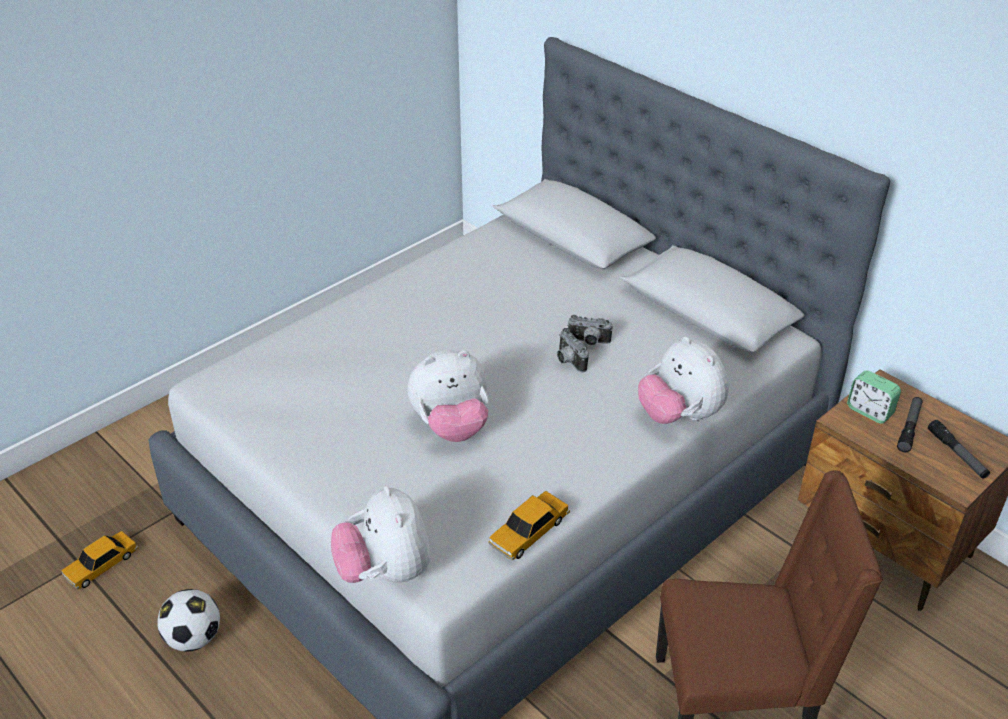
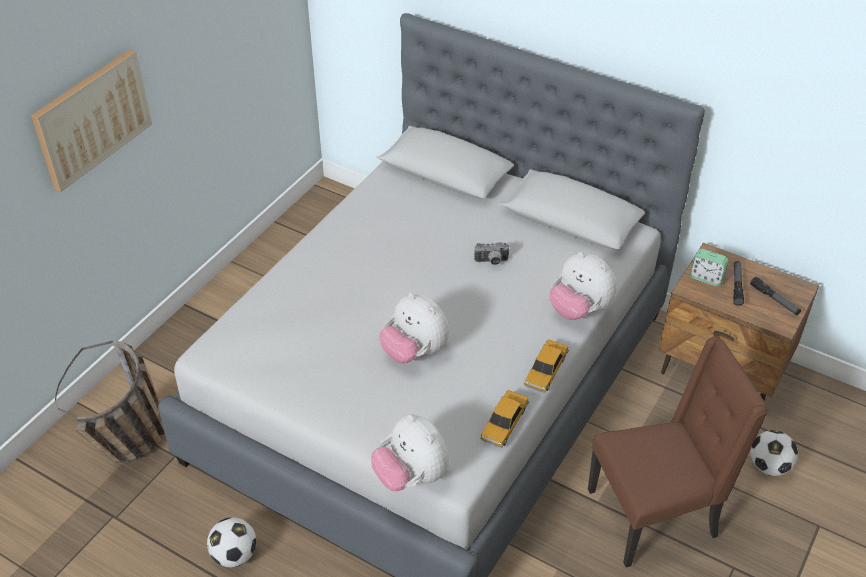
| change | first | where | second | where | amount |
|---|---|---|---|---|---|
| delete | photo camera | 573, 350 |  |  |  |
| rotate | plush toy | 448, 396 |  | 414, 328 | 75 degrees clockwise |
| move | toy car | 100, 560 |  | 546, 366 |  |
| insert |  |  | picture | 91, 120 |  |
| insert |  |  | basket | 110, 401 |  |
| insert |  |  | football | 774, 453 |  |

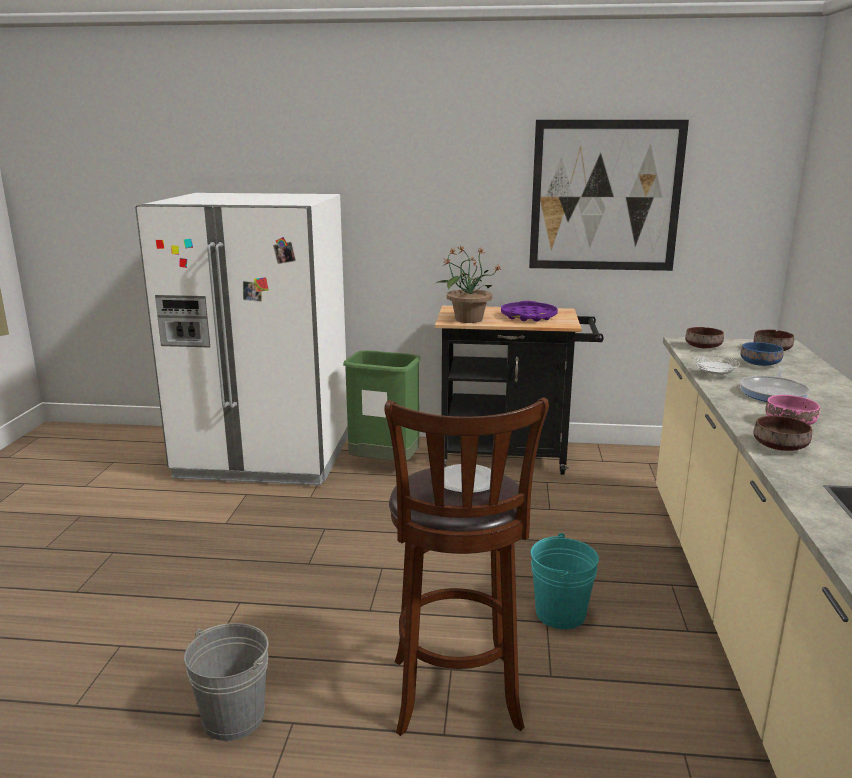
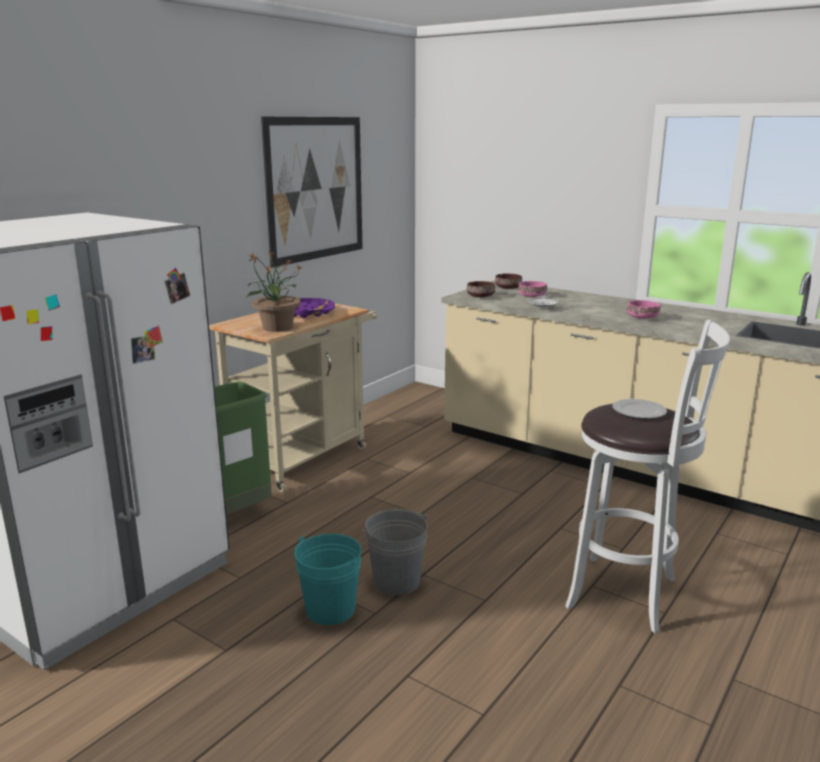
| change | first | where | second | where | amount |
|---|---|---|---|---|---|
| recolor | black cart | 519, 390 | beige cart | 293, 398 |  |
| recolor | blue bowl | 762, 354 | pink bowl | 532, 289 |  |
| delete | frying pan | 775, 384 |  |  |  |
| recolor | brown stool | 466, 567 | white stool | 647, 477 |  |
| delete | brown bowl | 783, 433 |  |  |  |
| move | turquoise bucket | 565, 581 |  | 327, 579 |  |
| move | grey bucket | 226, 682 |  | 395, 552 |  |

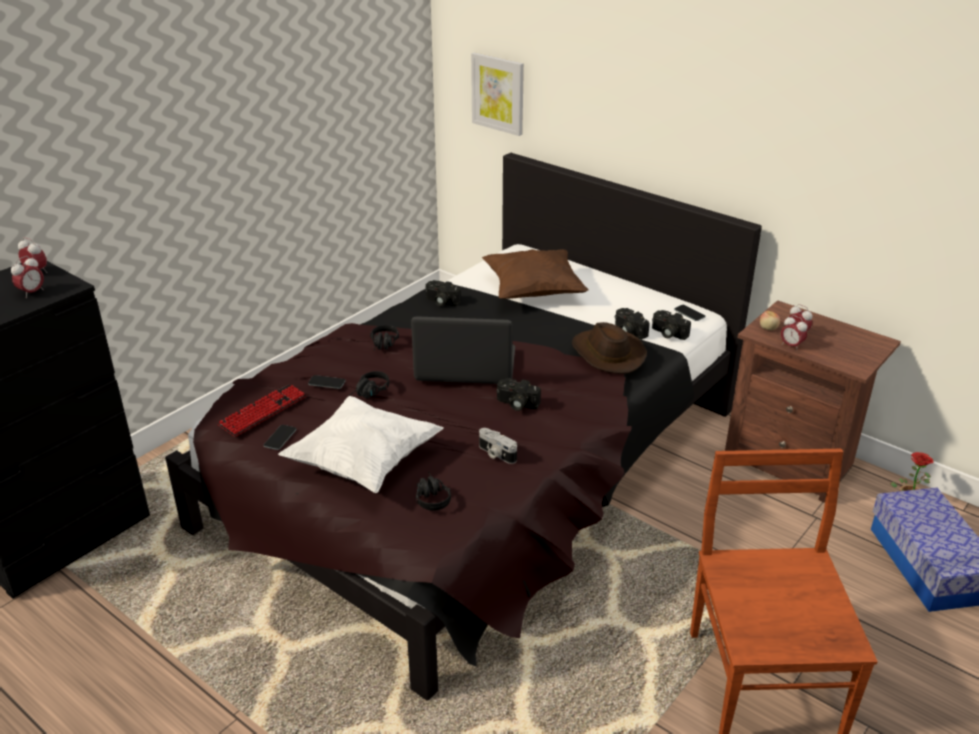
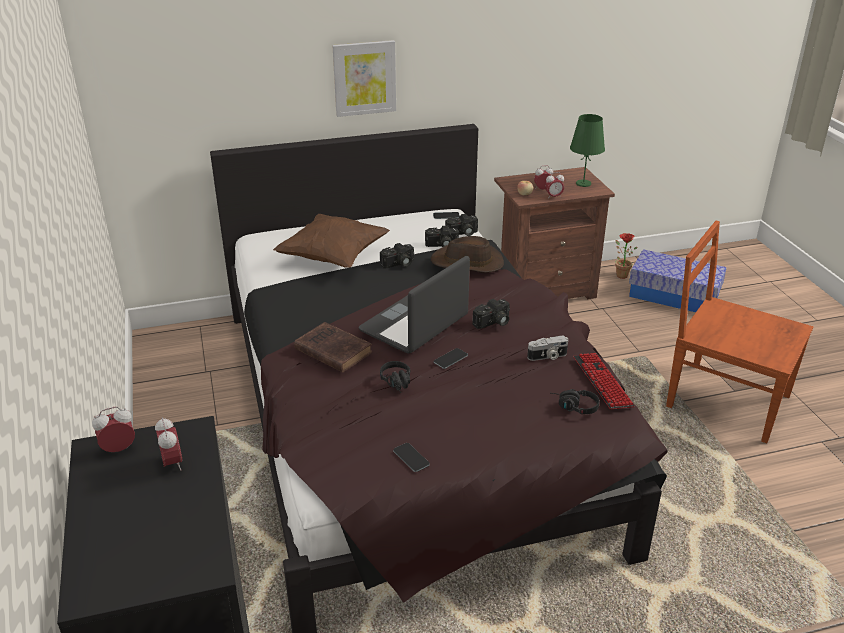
| change | first | where | second | where | amount |
|---|---|---|---|---|---|
| move | picture | 497, 94 |  | 364, 78 |  |
| move | photo camera | 443, 293 |  | 397, 255 |  |
| replace | black headphones | 384, 337 | brown book | 333, 347 |  |
| move | phone | 327, 382 |  | 451, 358 |  |
| move | keyboard | 262, 410 |  | 604, 381 |  |
| delete | white pillow | 361, 444 |  |  |  |
| insert |  |  | green table lamp | 587, 150 |  |

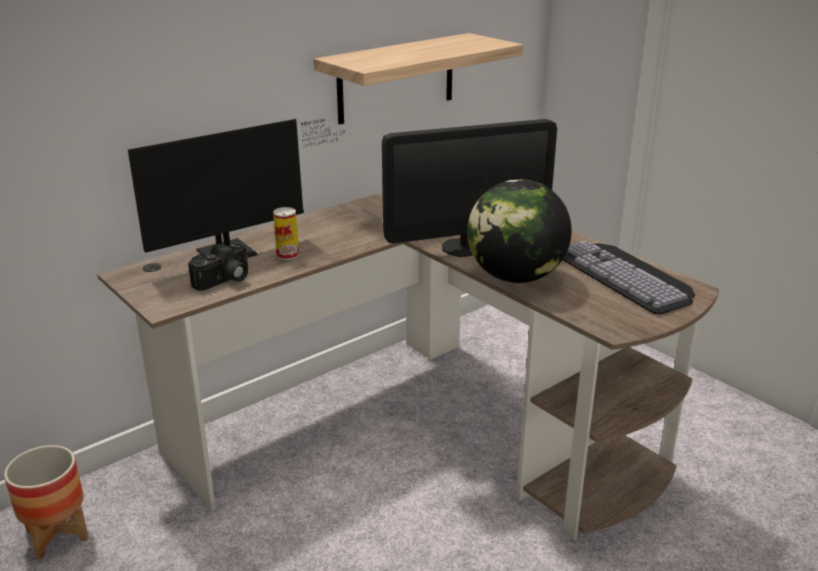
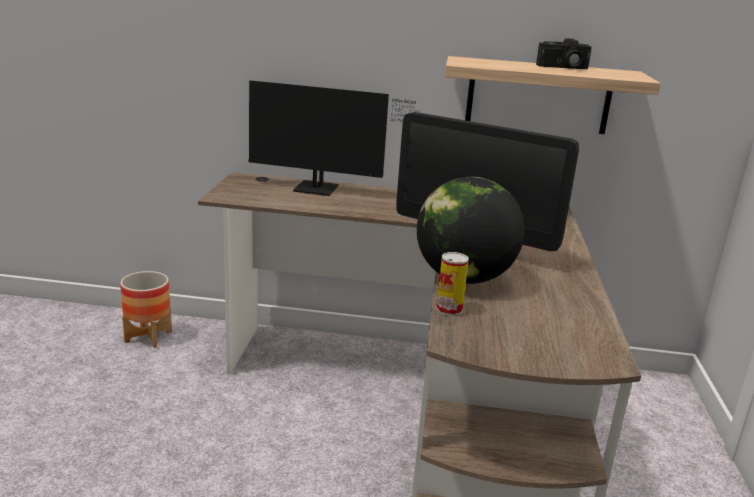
| change | first | where | second | where | amount |
|---|---|---|---|---|---|
| move | can | 286, 233 |  | 452, 284 |  |
| delete | keyboard | 629, 277 |  |  |  |
| move | photo camera | 218, 267 |  | 564, 53 |  |

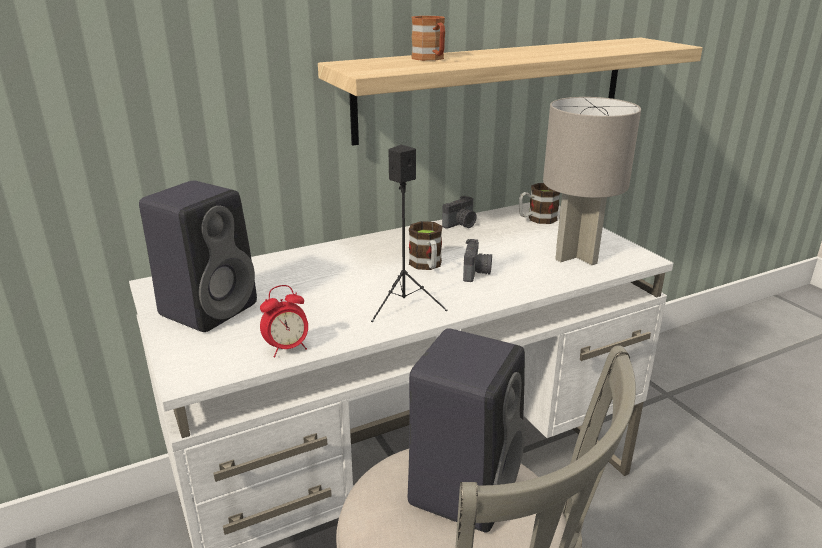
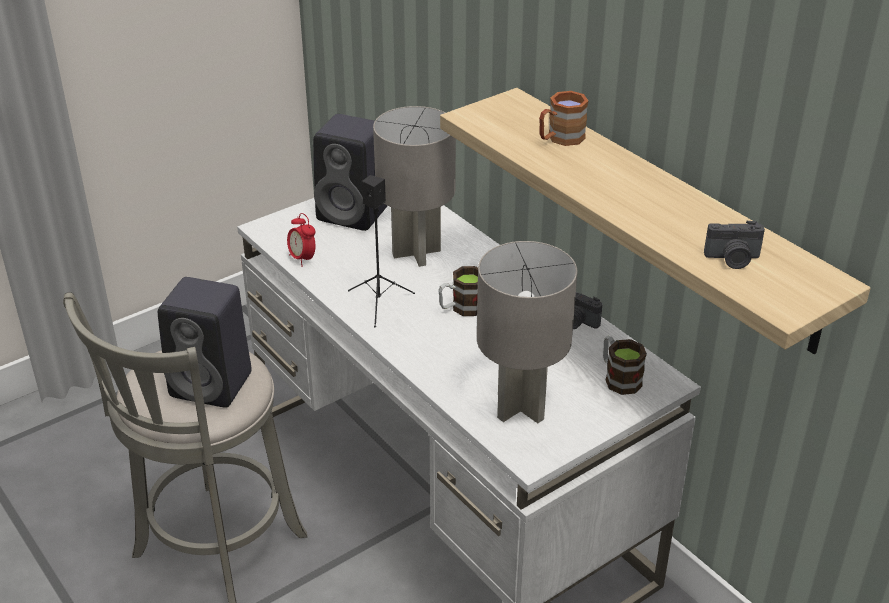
| change | first | where | second | where | amount |
|---|---|---|---|---|---|
| move | photo camera | 477, 260 |  | 734, 245 |  |
| insert |  |  | grey table lamp | 414, 186 |  |

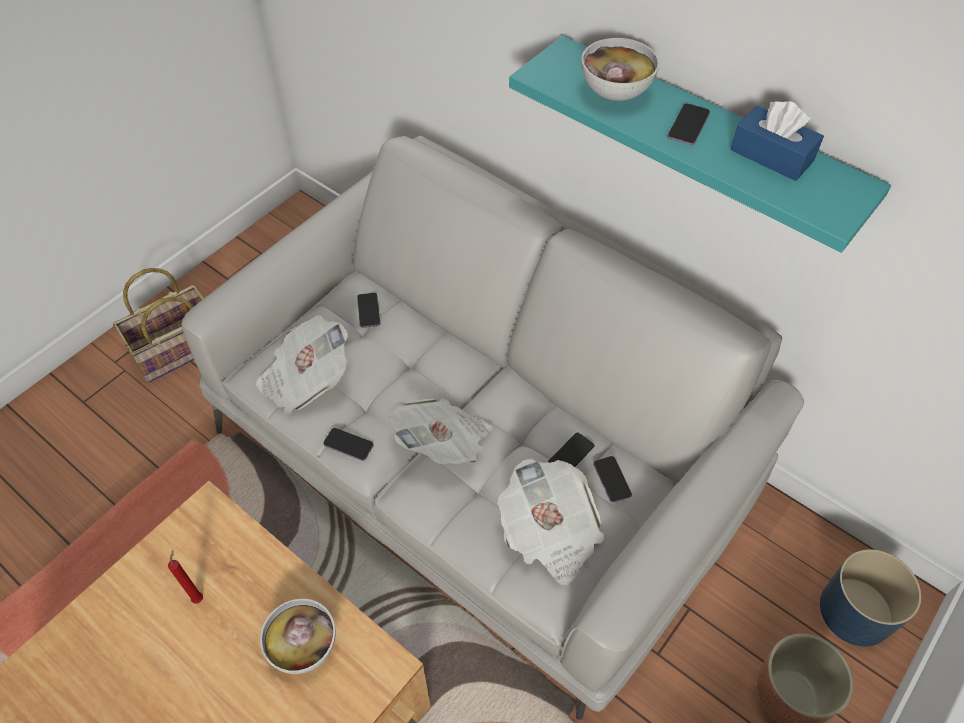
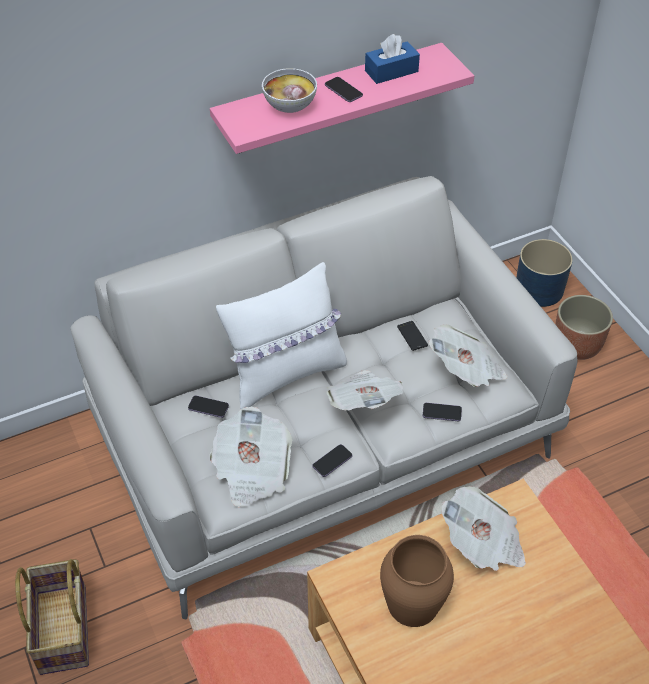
| change | first | where | second | where | amount |
|---|---|---|---|---|---|
| recolor | turquoise shelf | 700, 144 | pink shelf | 342, 98 |  |
| move | phone | 612, 479 |  | 442, 412 |  |
| replace | red candle | 185, 577 | brown vase | 417, 581 |  |
| replace | bowl | 297, 636 | newspaper | 484, 528 |  |
| insert |  |  | white pillow | 281, 336 |  |

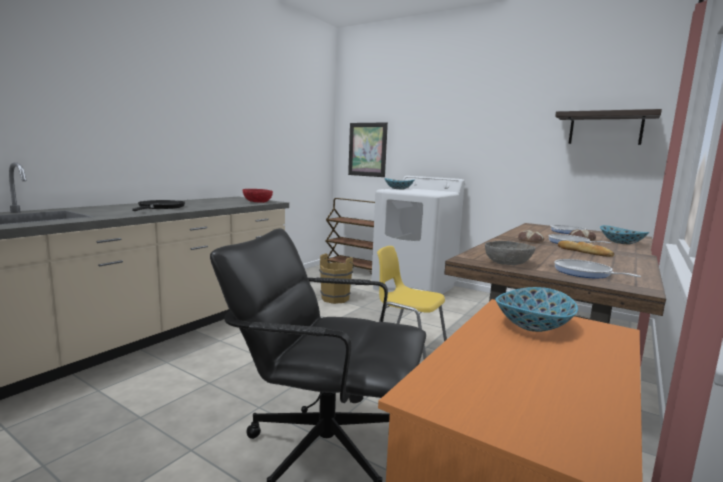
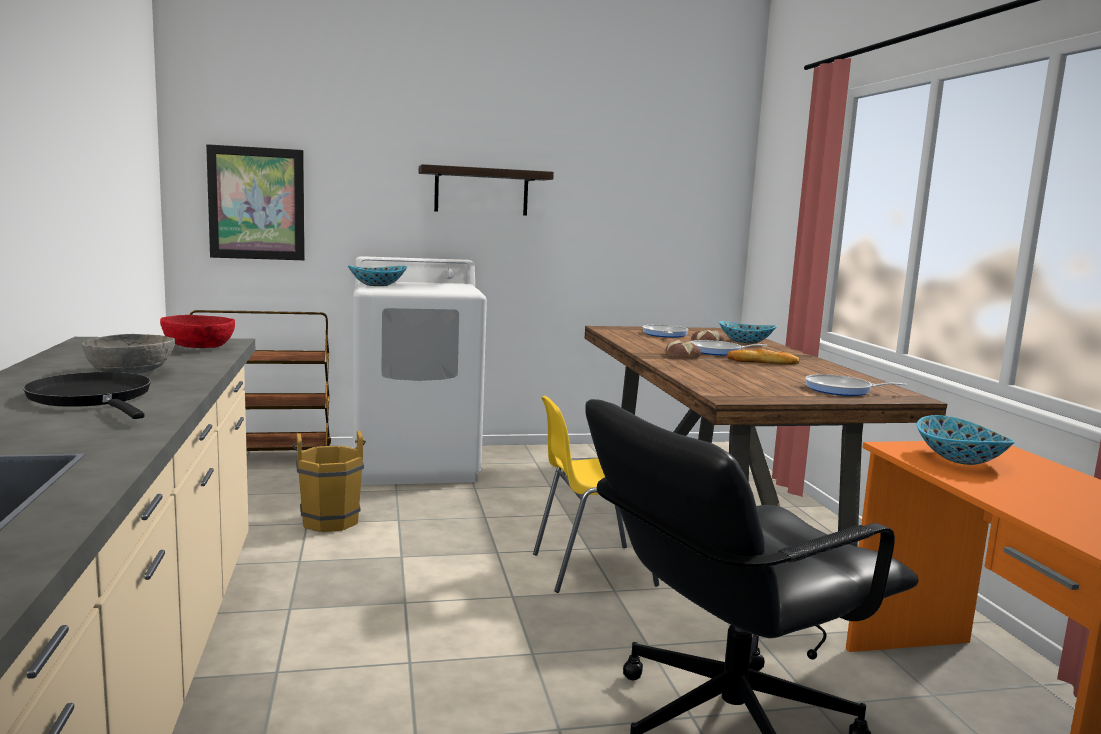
| change | first | where | second | where | amount |
|---|---|---|---|---|---|
| move | shelf | 608, 127 |  | 486, 190 |  |
| move | grey bowl | 510, 253 |  | 128, 354 |  |

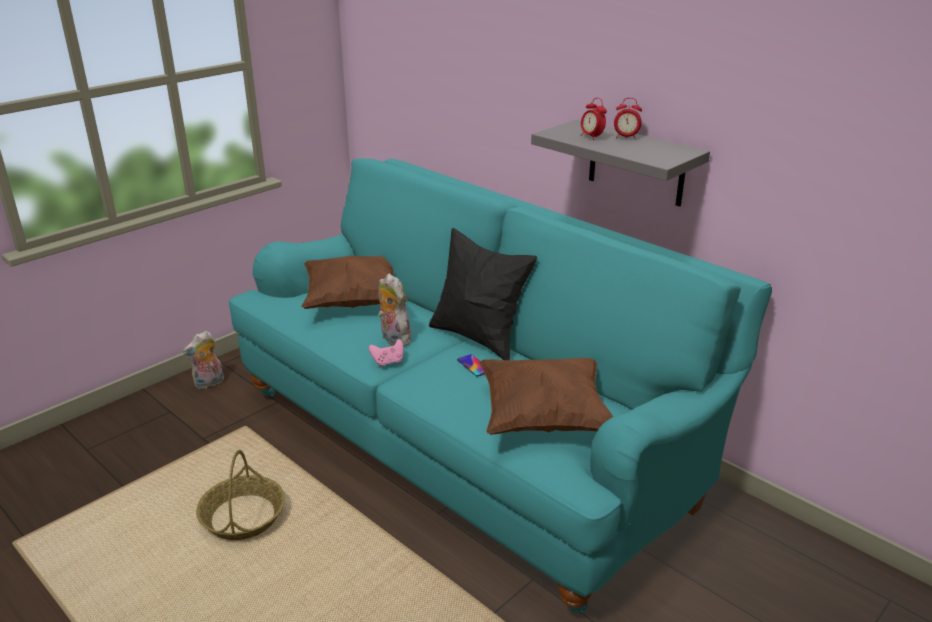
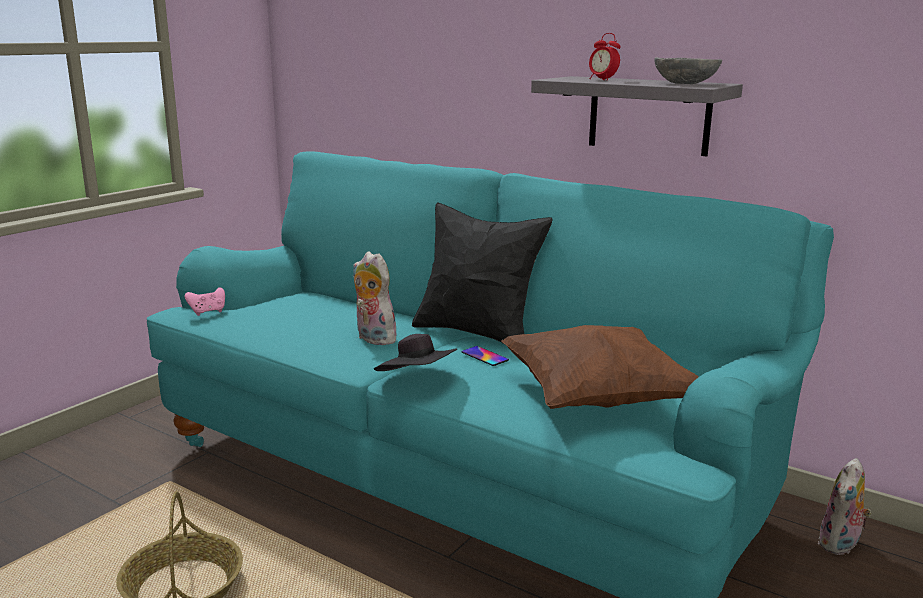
| change | first | where | second | where | amount |
|---|---|---|---|---|---|
| delete | alarm clock | 628, 119 |  |  |  |
| delete | brown pillow | 354, 282 |  |  |  |
| move | plush toy | 203, 360 |  | 845, 506 |  |
| move | pink game controller | 386, 353 |  | 205, 301 |  |
| insert |  |  | grey bowl | 688, 70 |  |
| insert |  |  | black hat | 415, 352 |  |

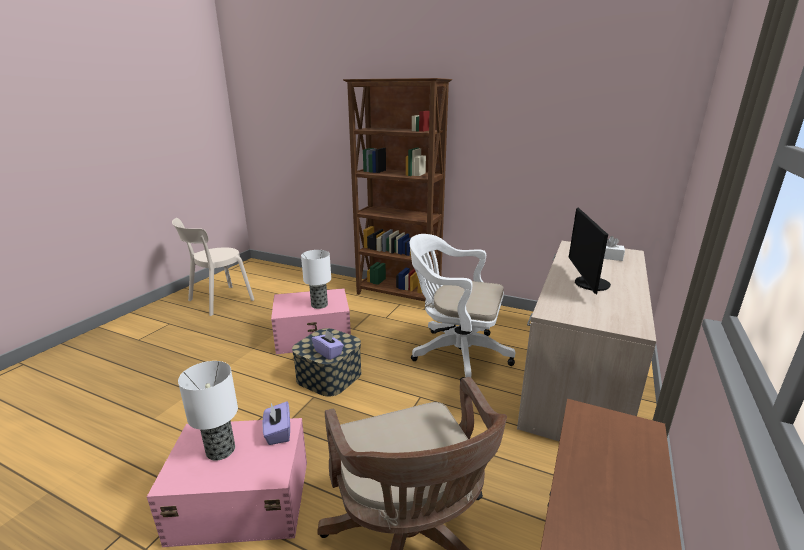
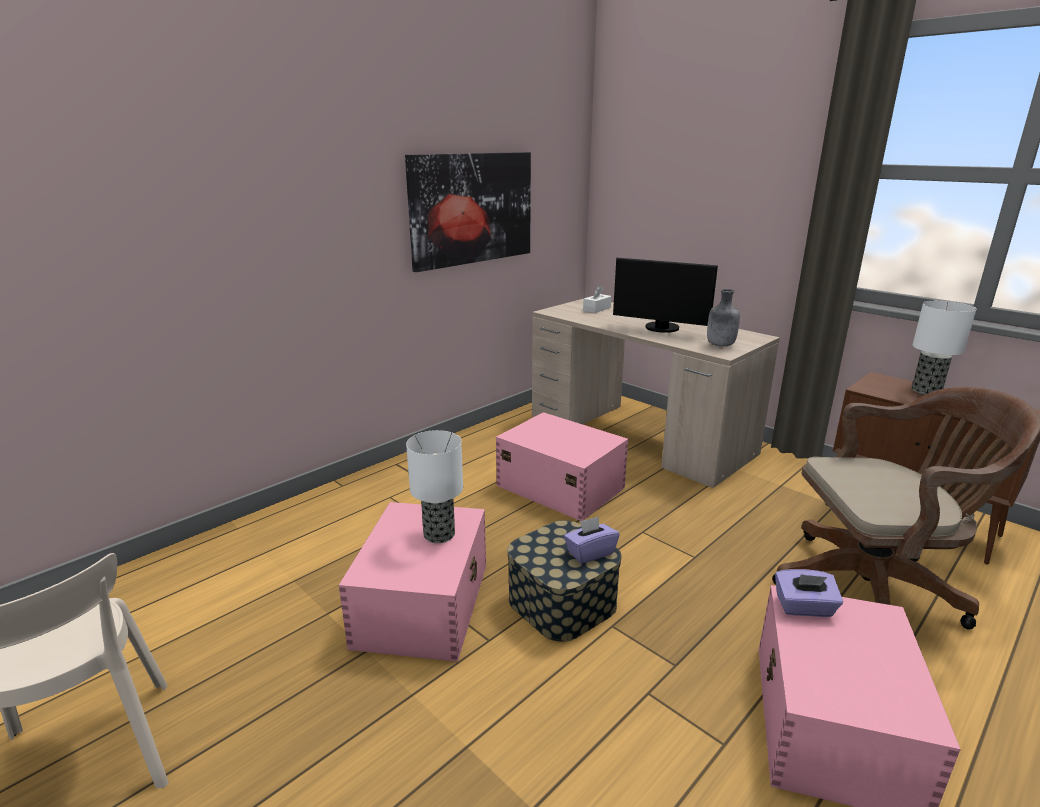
| change | first | where | second | where | amount |
|---|---|---|---|---|---|
| delete | brown bookcase | 397, 189 |  |  |  |
| replace | white office chair | 462, 307 | pink storage box | 562, 466 |  |
| move | table lamp | 208, 411 |  | 944, 348 |  |
| insert |  |  | picture | 468, 212 |  |
| insert |  |  | grey bottle | 723, 318 |  |

